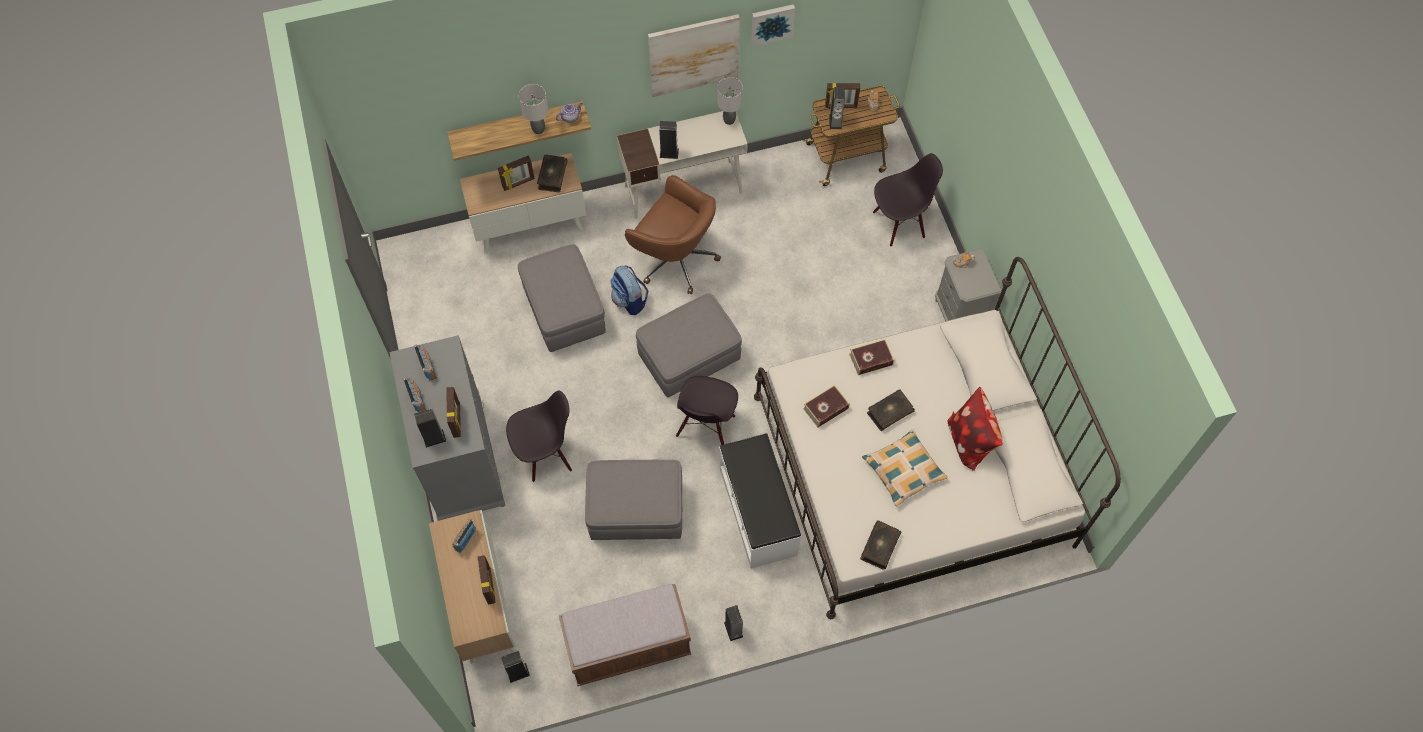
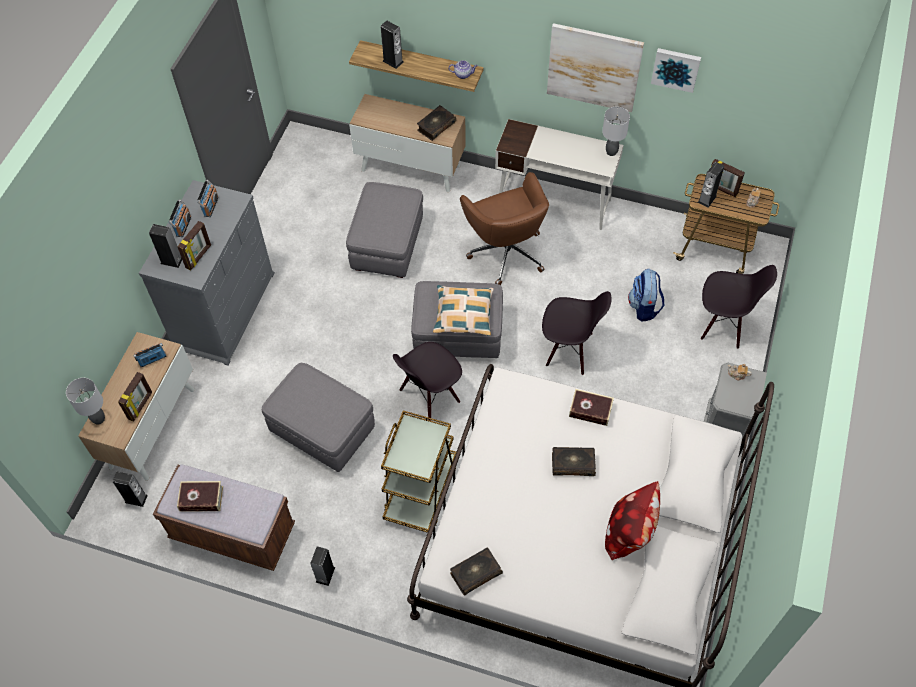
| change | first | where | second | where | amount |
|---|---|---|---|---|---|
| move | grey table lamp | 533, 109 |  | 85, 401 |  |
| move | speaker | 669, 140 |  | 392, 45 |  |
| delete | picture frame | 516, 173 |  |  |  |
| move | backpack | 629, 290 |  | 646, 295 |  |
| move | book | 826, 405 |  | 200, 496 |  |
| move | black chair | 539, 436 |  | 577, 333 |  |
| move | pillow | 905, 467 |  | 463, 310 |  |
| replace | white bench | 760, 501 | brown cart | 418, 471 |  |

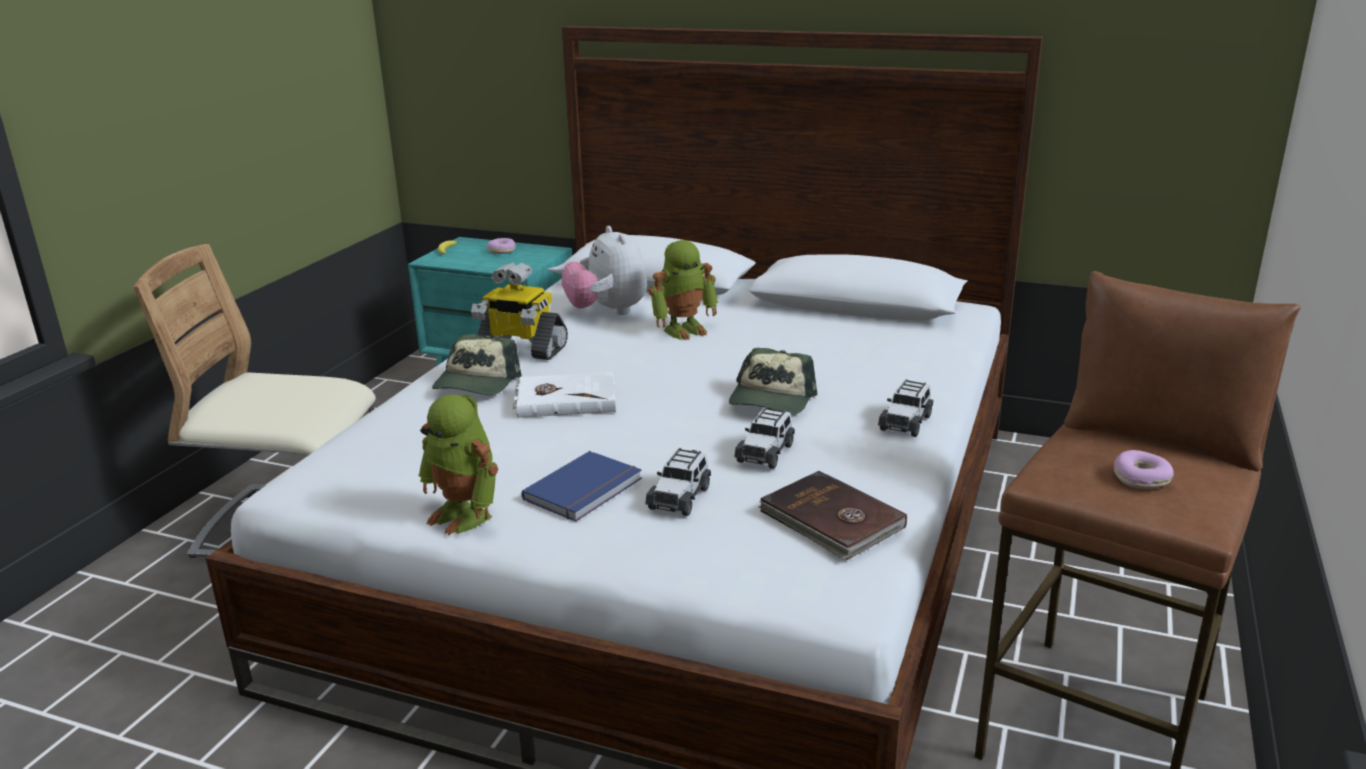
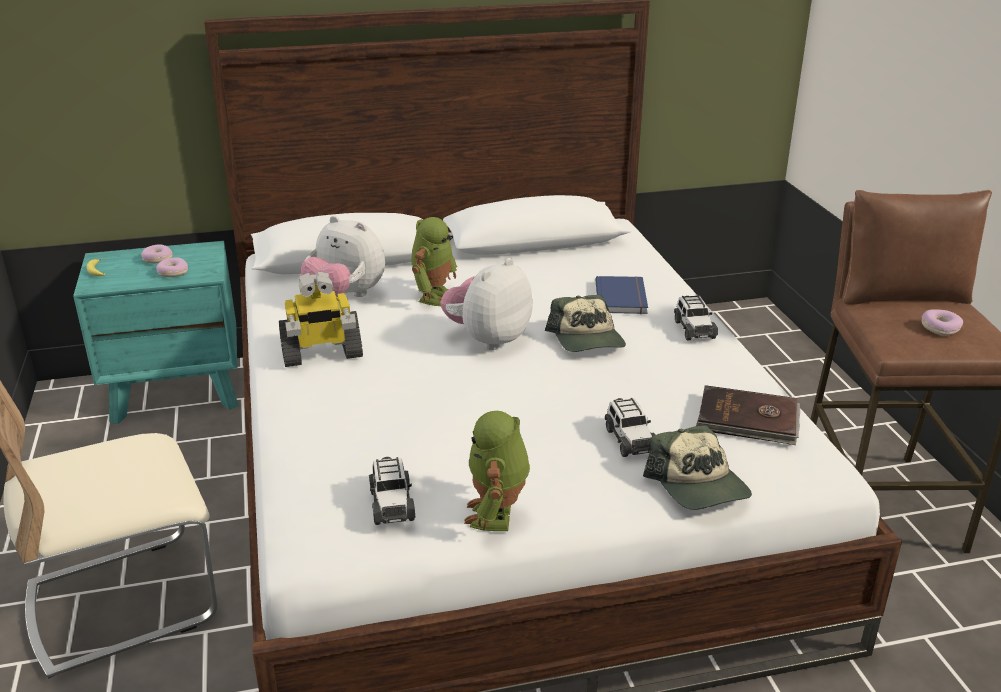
| change | first | where | second | where | amount |
|---|---|---|---|---|---|
| move | cap | 477, 364 |  | 697, 467 |  |
| delete | white book | 564, 395 |  |  |  |
| rotate | toy robot | 458, 464 |  | 497, 471 | 90 degrees clockwise |
| move | toy car | 764, 438 |  | 392, 491 |  |
| move | blue book | 581, 486 |  | 622, 295 |  |
| insert |  |  | donut | 172, 267 |  |
| insert |  |  | plush toy | 486, 304 |  |

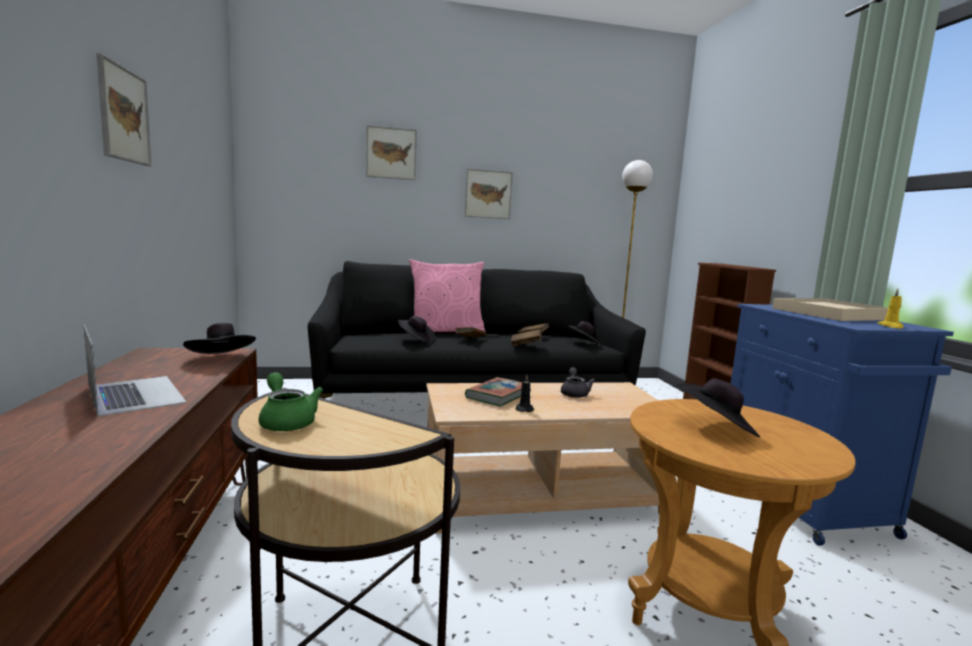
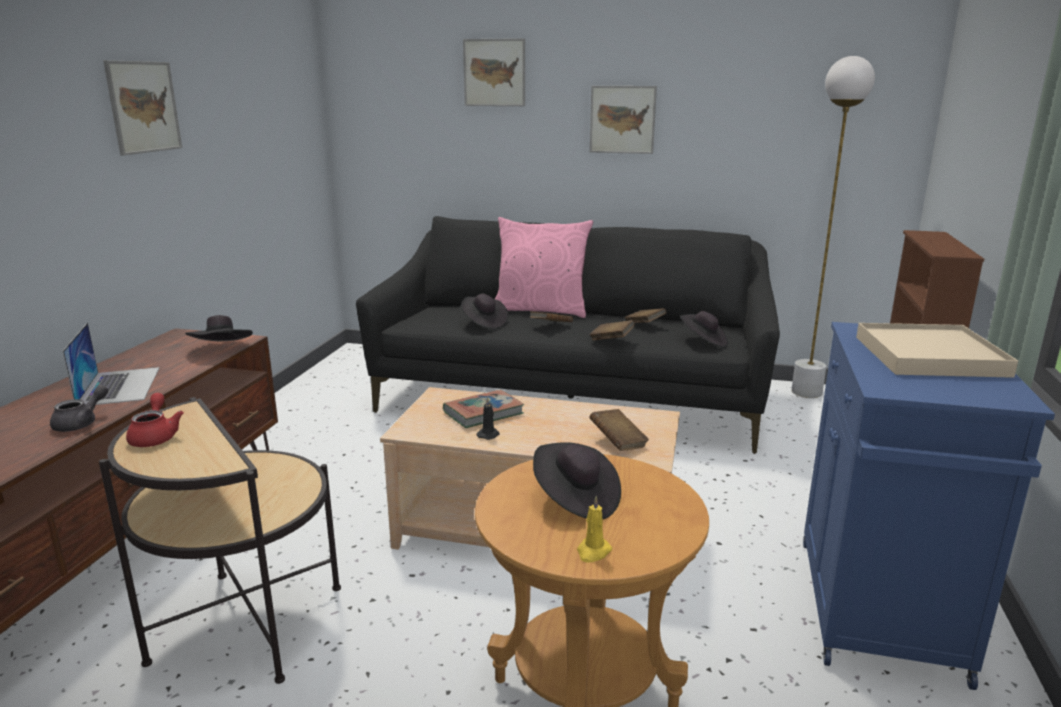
| change | first | where | second | where | amount |
|---|---|---|---|---|---|
| move | yellow candle | 890, 309 |  | 594, 529 |  |
| move | grey teapot | 578, 382 |  | 79, 408 |  |
| recolor | green teapot | 291, 402 | red teapot | 155, 420 |  |
| insert |  |  | brown book | 619, 430 |  |

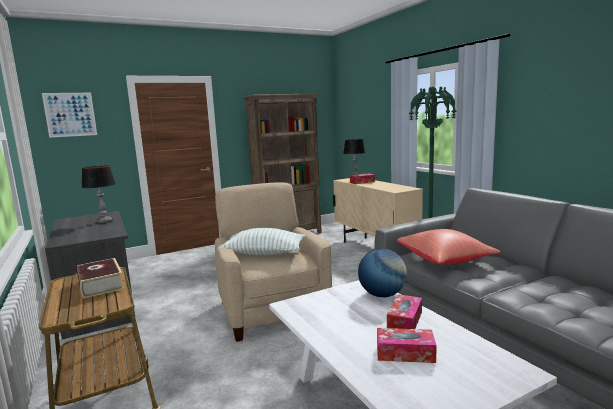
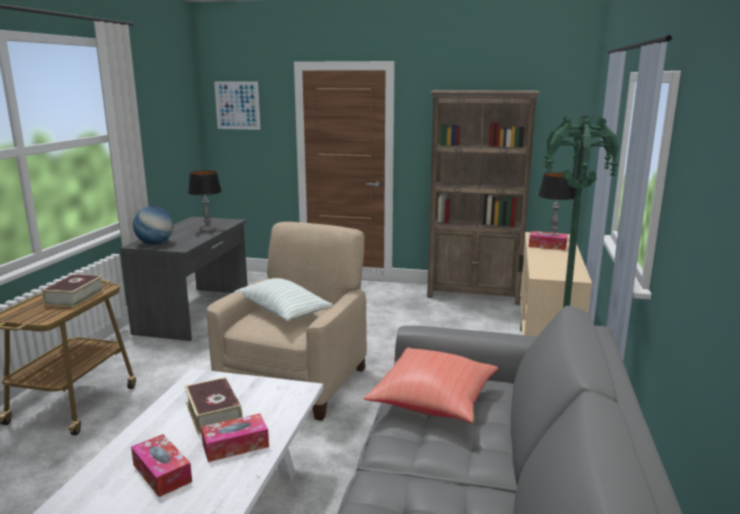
| change | first | where | second | where | amount |
|---|---|---|---|---|---|
| move | globe | 382, 273 |  | 153, 225 |  |
| insert |  |  | book | 214, 405 |  |

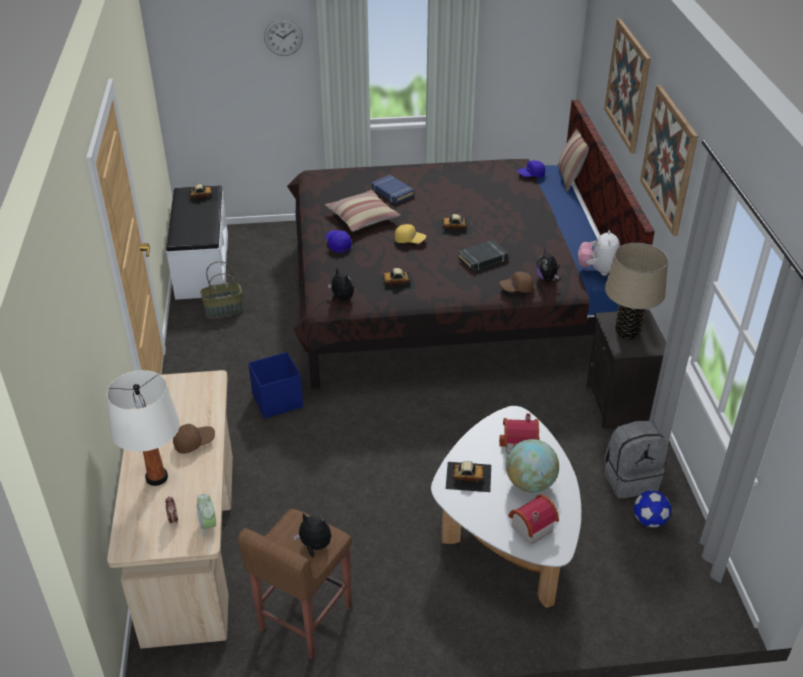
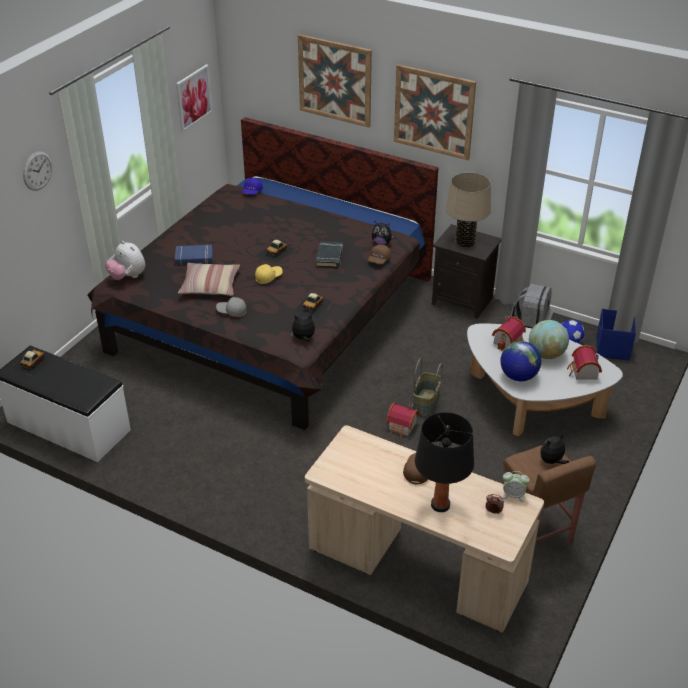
| change | first | where | second | where | amount |
|---|---|---|---|---|---|
| delete | pillow | 573, 160 |  |  |  |
| recolor | blue cap | 339, 241 | grey cap | 231, 307 |  |
| move | plush toy | 599, 253 |  | 125, 260 |  |
| move | basket | 221, 289 |  | 428, 386 |  |
| move | blue storage box | 275, 385 |  | 616, 335 |  |
| recolor | white table lamp | 143, 428 | black table lamp | 444, 462 |  |
| replace | toy car | 468, 476 | globe | 520, 361 |  |
| insert |  |  | picture | 194, 98 |  |
| insert |  |  | toy house | 403, 421 |  |

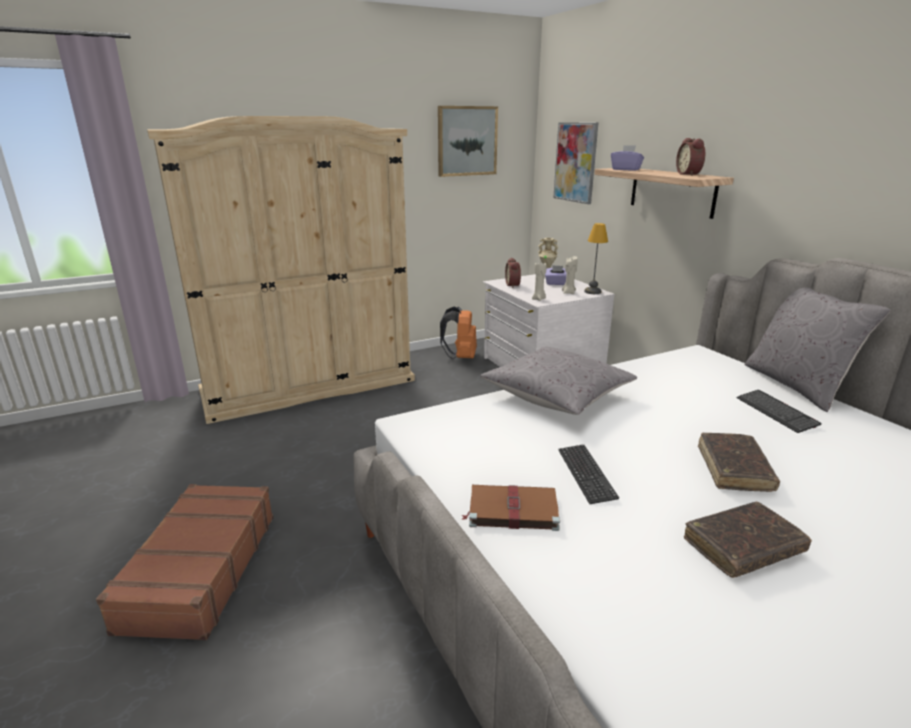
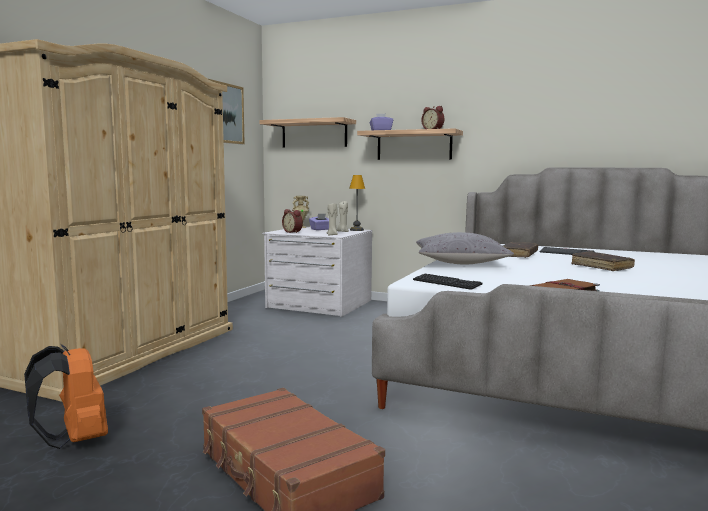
| change | first | where | second | where | amount |
|---|---|---|---|---|---|
| replace | picture | 575, 163 | shelf | 307, 132 |  |
| delete | grey pillow | 817, 350 |  |  |  |
| move | orange backpack | 458, 333 |  | 66, 396 |  |
| move | keyboard | 588, 474 |  | 448, 282 |  |
| move | brown book | 748, 540 |  | 520, 250 |  |

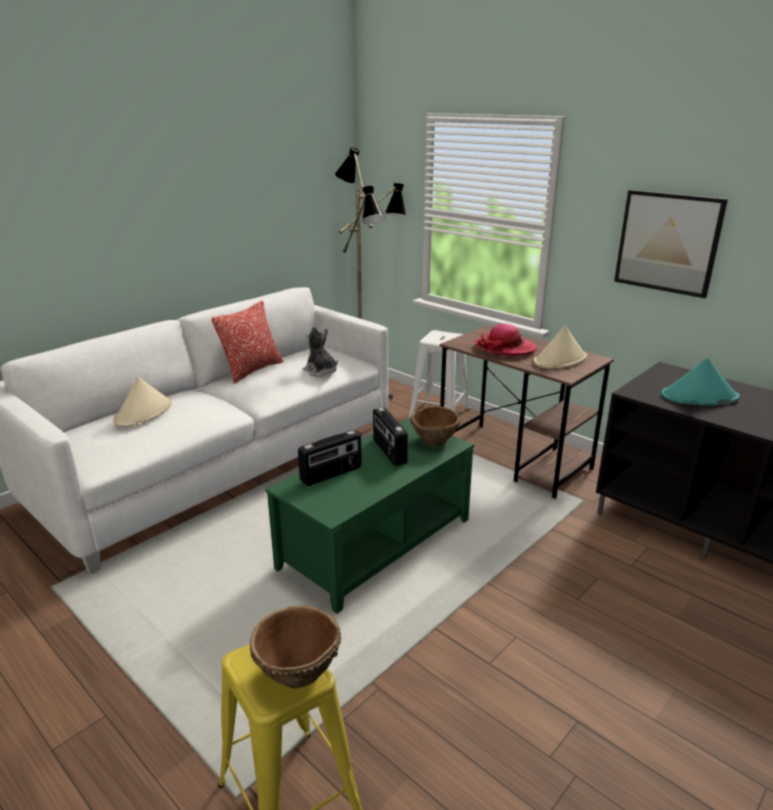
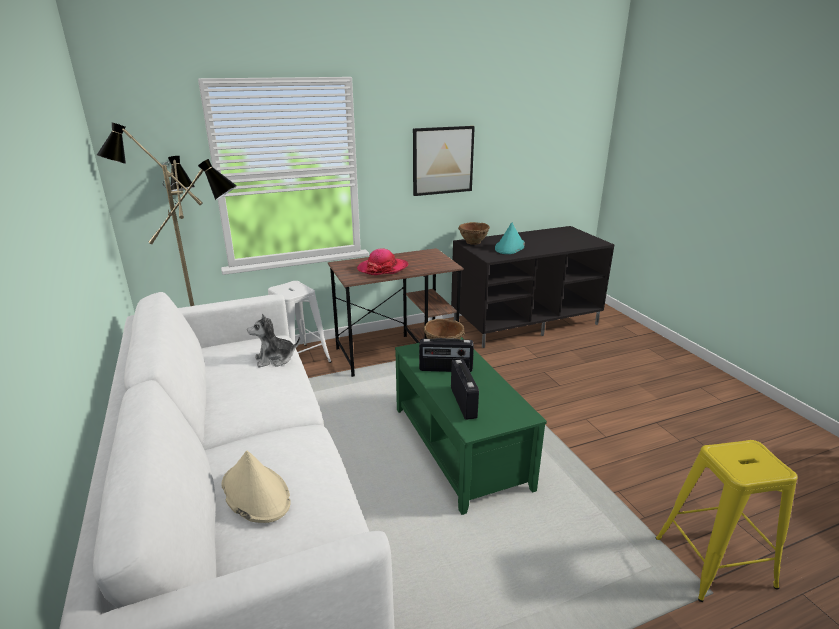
| change | first | where | second | where | amount |
|---|---|---|---|---|---|
| delete | pillow | 247, 342 |  |  |  |
| delete | beige hat | 560, 347 |  |  |  |
| move | brown bowl | 295, 647 |  | 474, 233 |  |

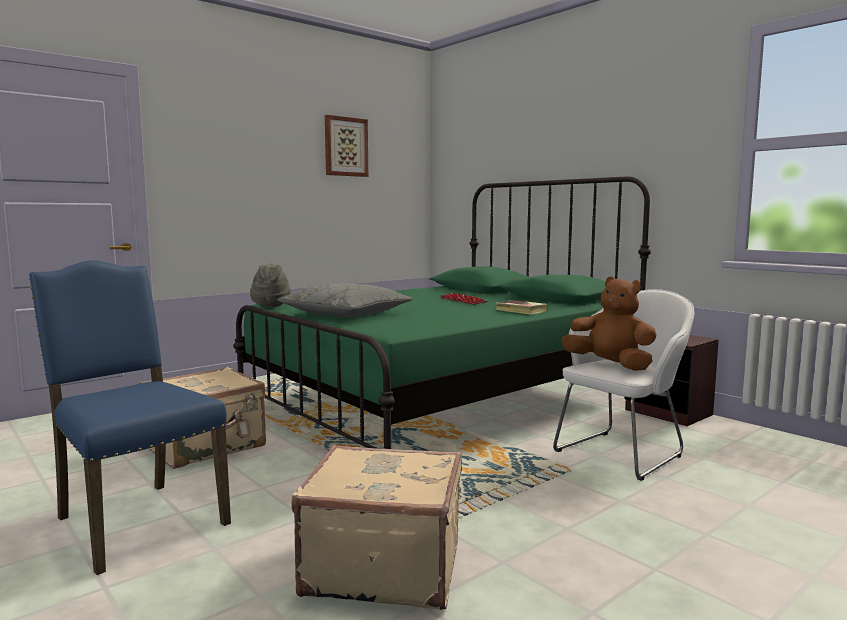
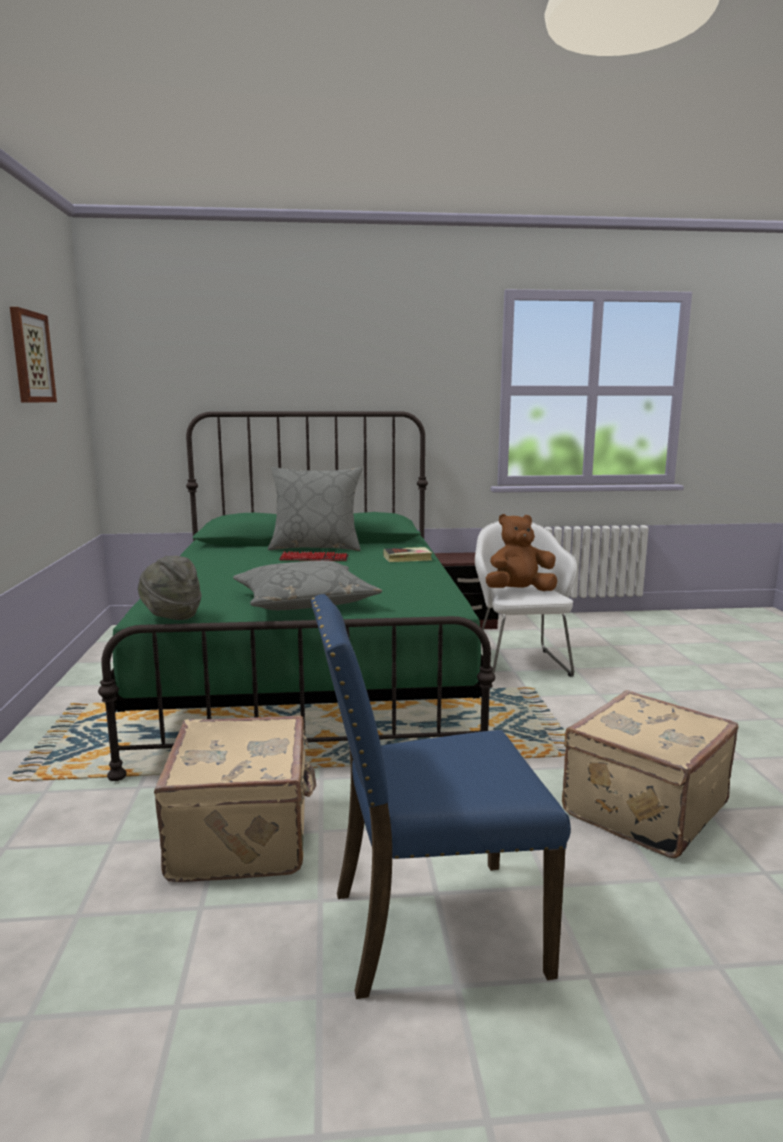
| change | first | where | second | where | amount |
|---|---|---|---|---|---|
| insert |  |  | grey pillow | 315, 509 |  |

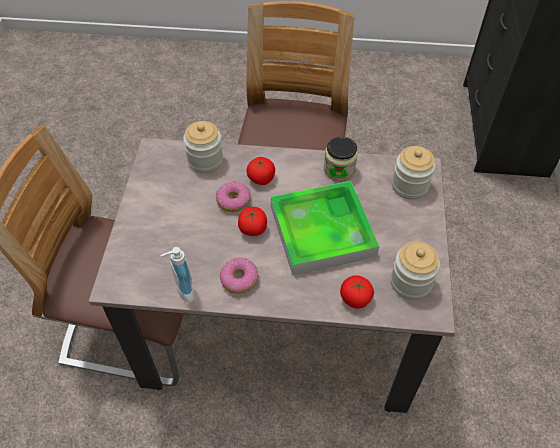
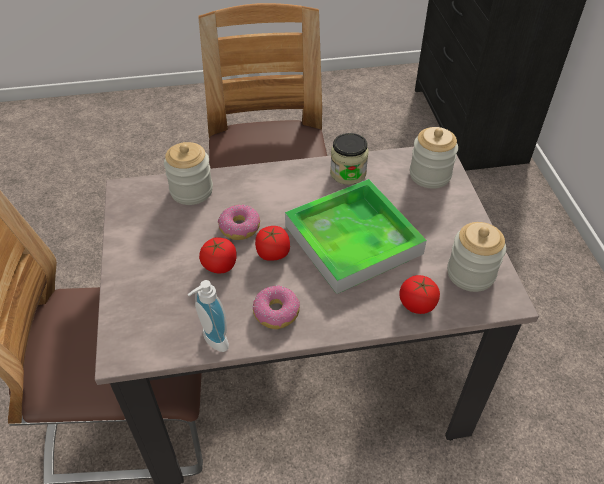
| change | first | where | second | where | amount |
|---|---|---|---|---|---|
| move | tomato | 261, 171 |  | 218, 255 |  |

